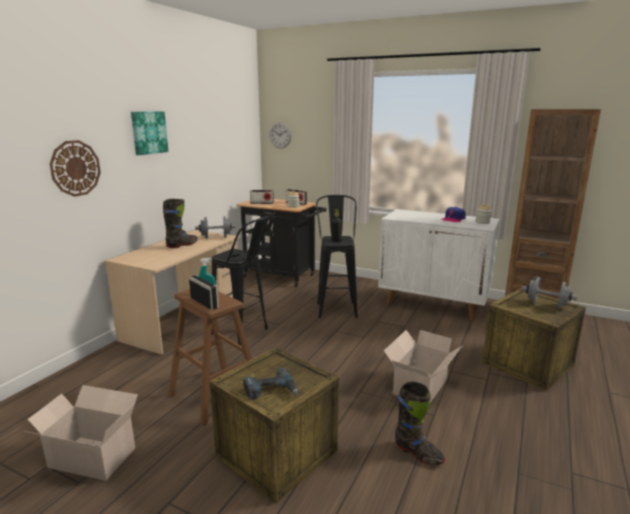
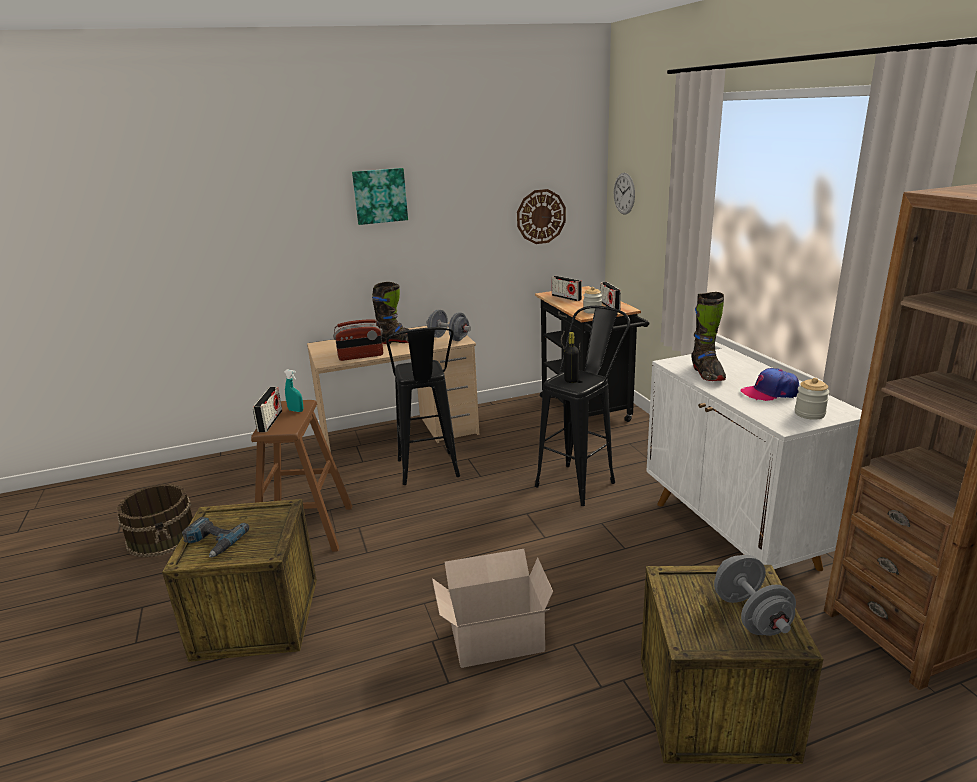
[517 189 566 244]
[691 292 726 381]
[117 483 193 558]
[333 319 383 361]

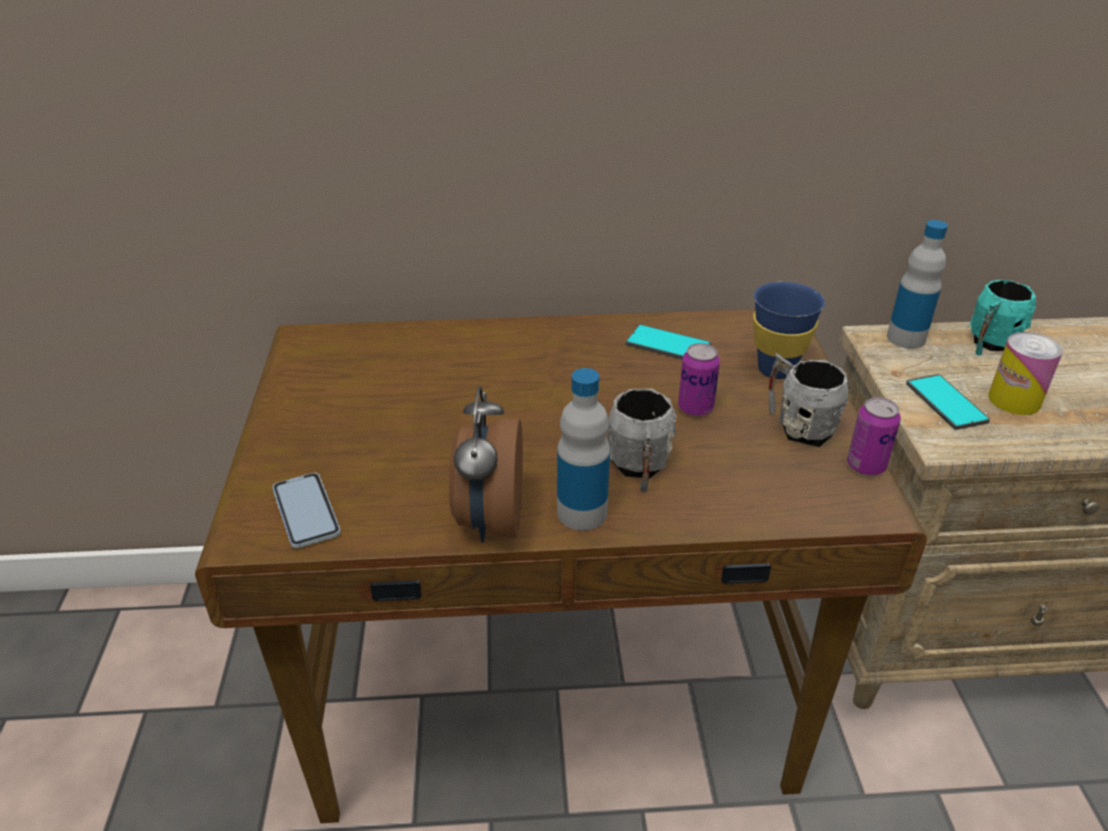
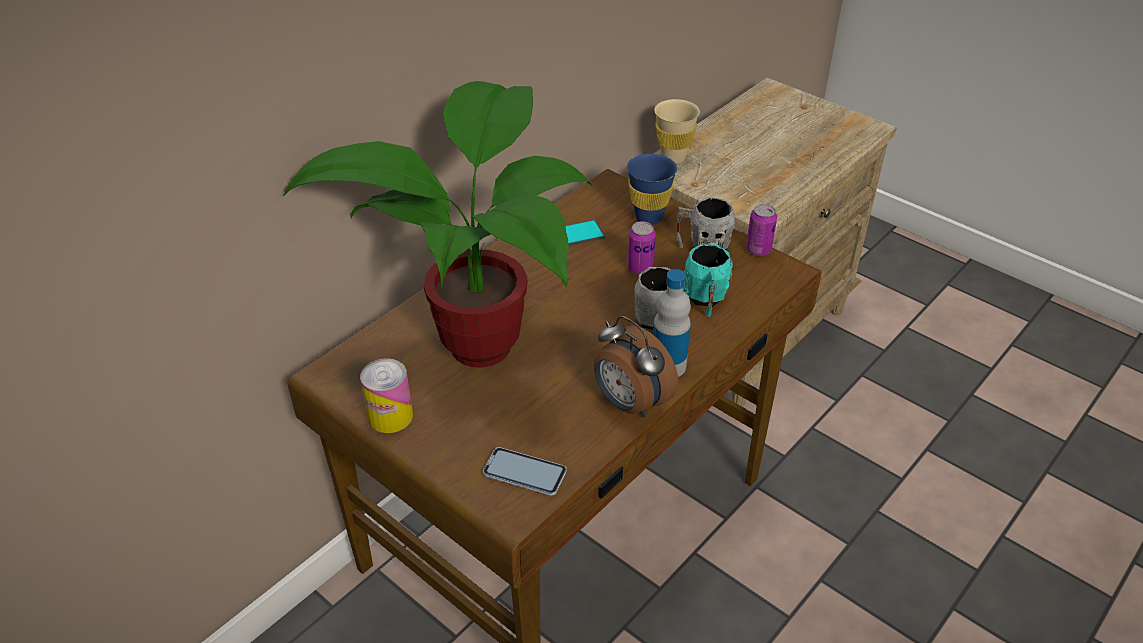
[654 99 700 164]
[684 244 733 317]
[360 358 413 433]
[906 374 990 430] (first image)
[283 81 592 368]

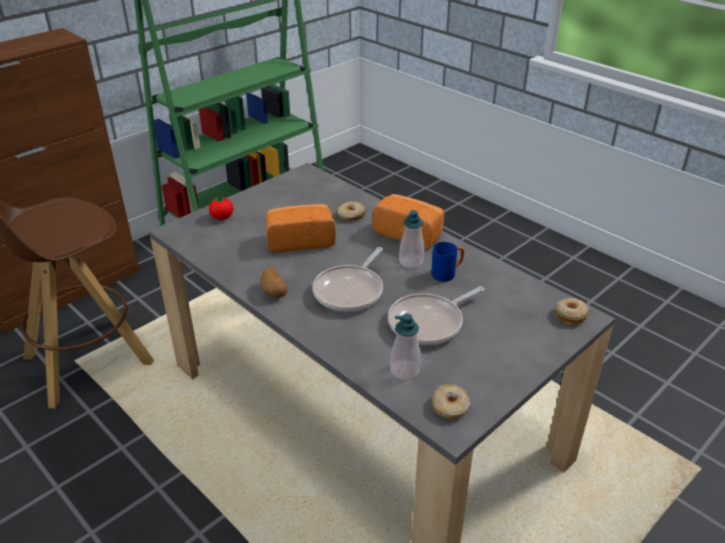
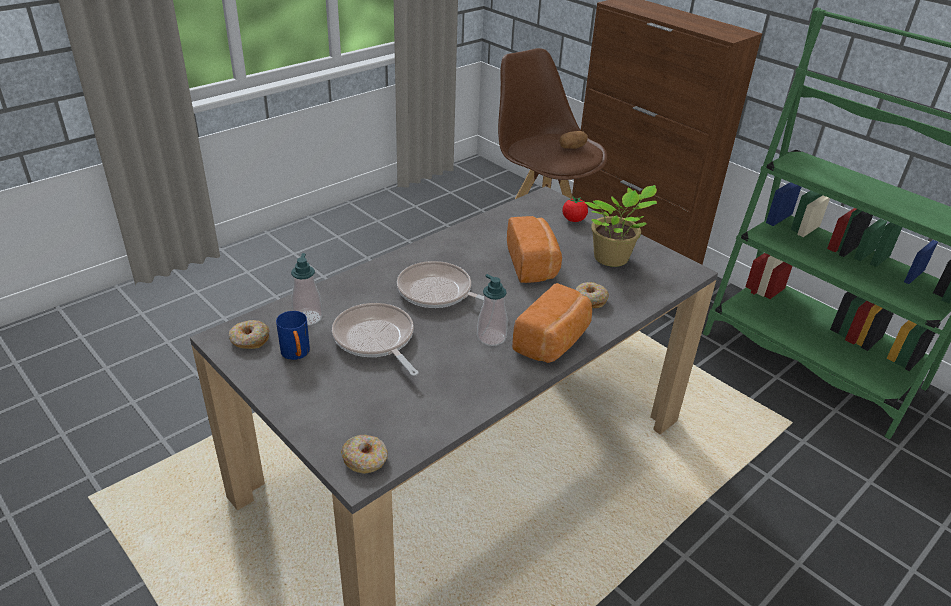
[276 311 310 360]
[560 131 588 149]
[584 185 657 267]

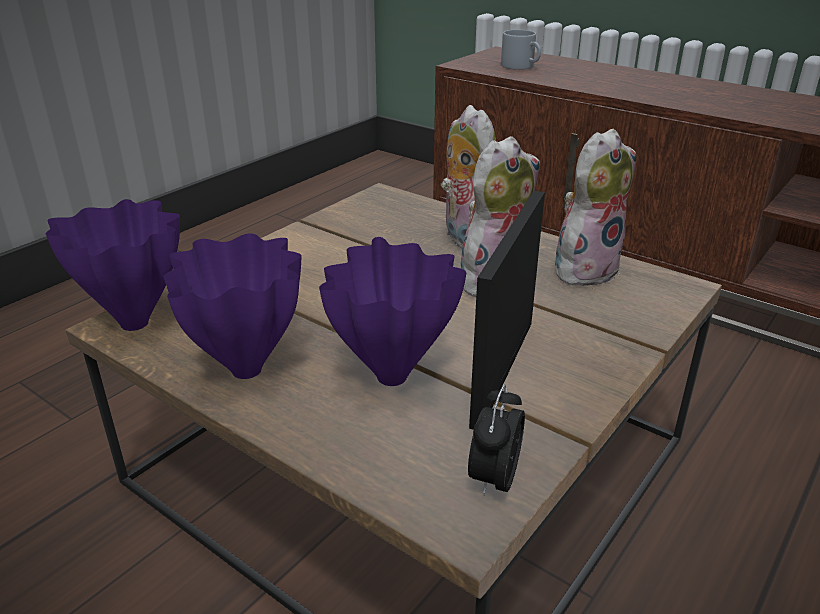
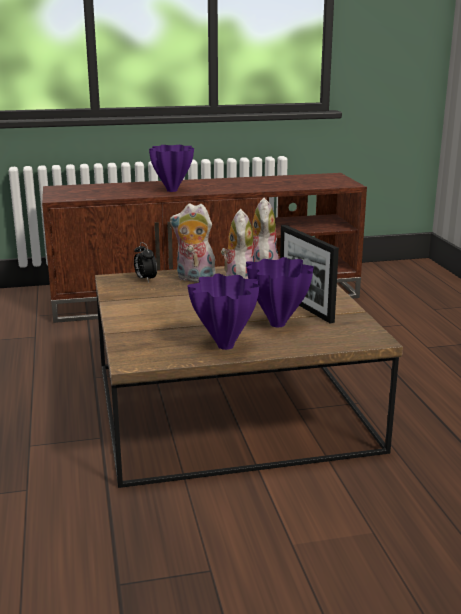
[501 30 541 70] (first image)
[149 145 194 192]
[134 242 157 283]

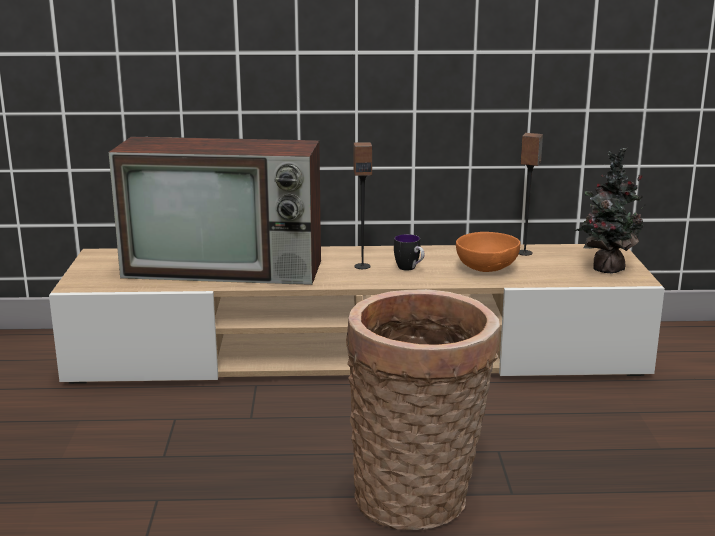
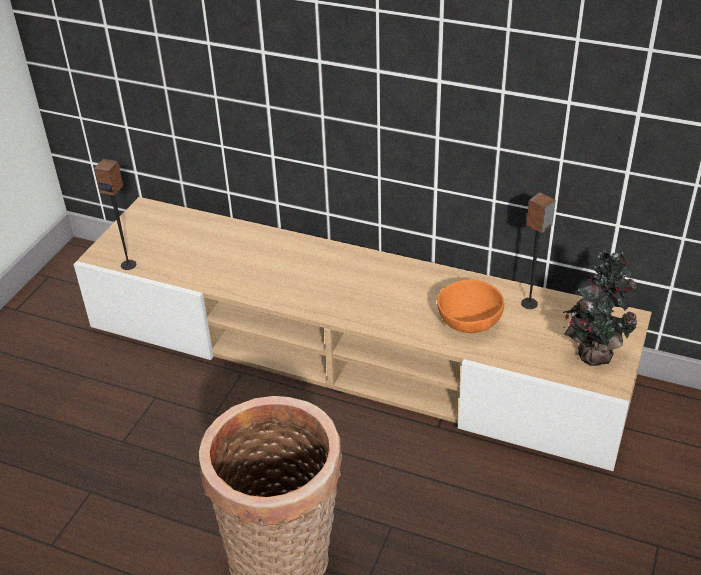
[109 137 321 285] (first image)
[94 159 136 270]
[394 234 425 271] (first image)

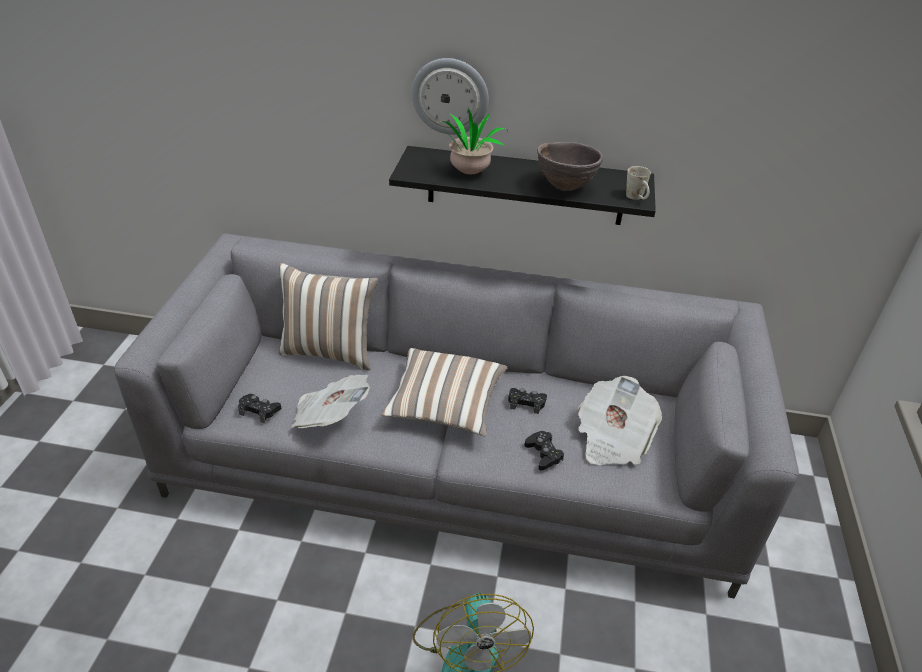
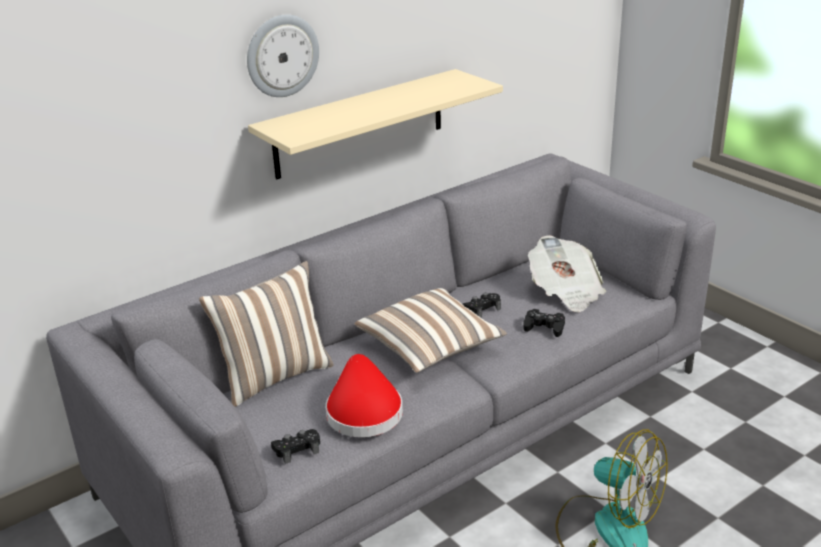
[436 108 508 174] (first image)
[537 142 603 191] (first image)
[248 69 503 179]
[626 166 651 200] (first image)
[326 354 403 437]

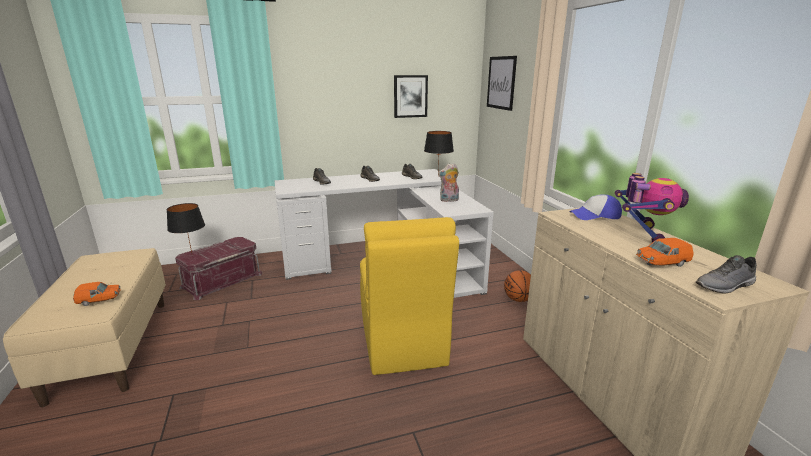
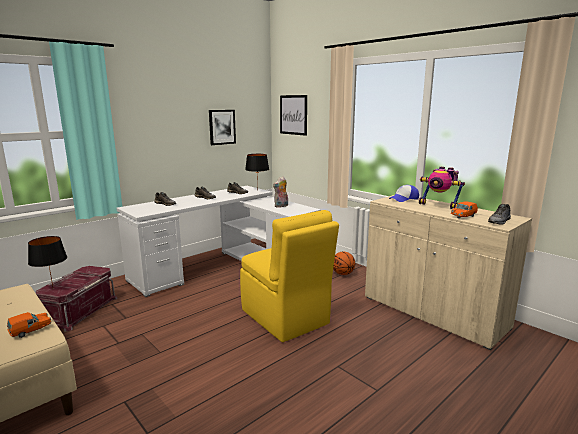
[419 167 465 209]

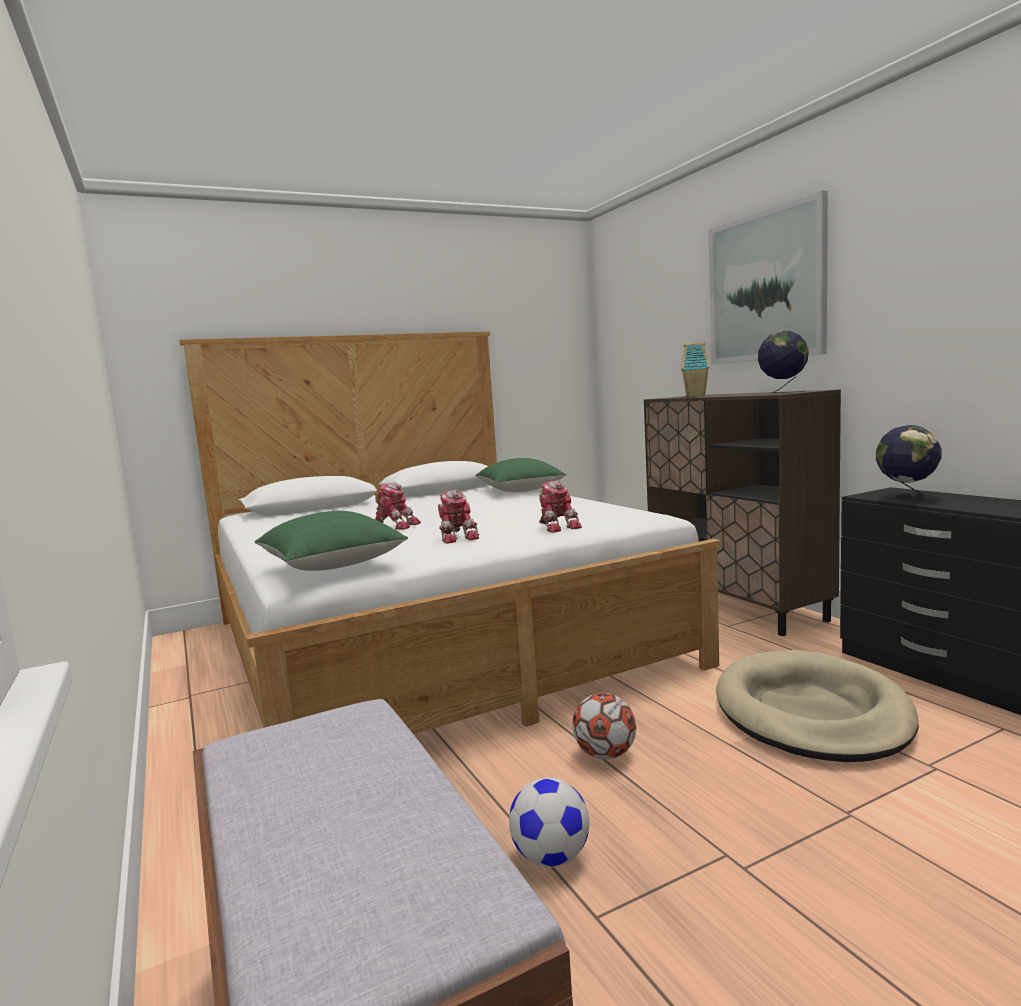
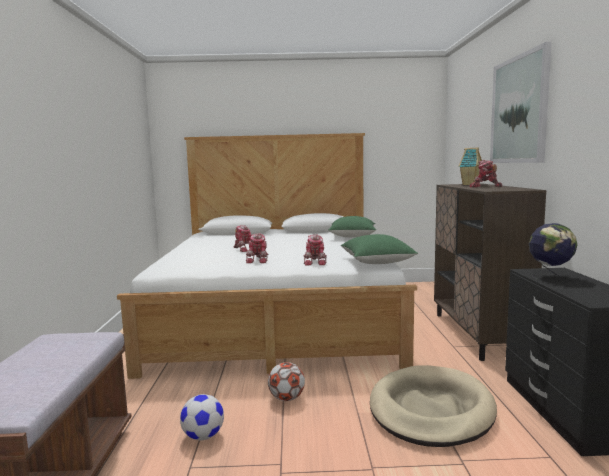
[758 331 809 393] (first image)
[341 234 418 264]
[469 160 502 187]

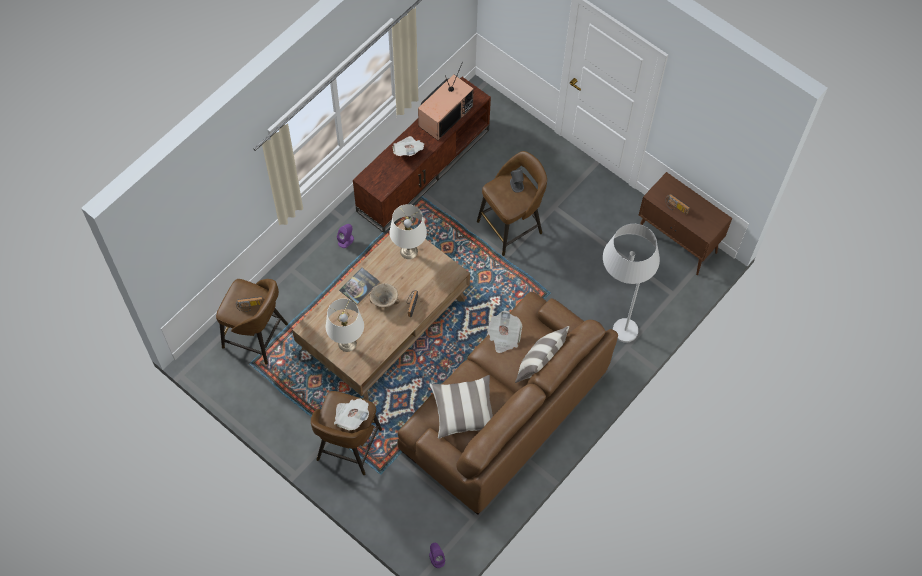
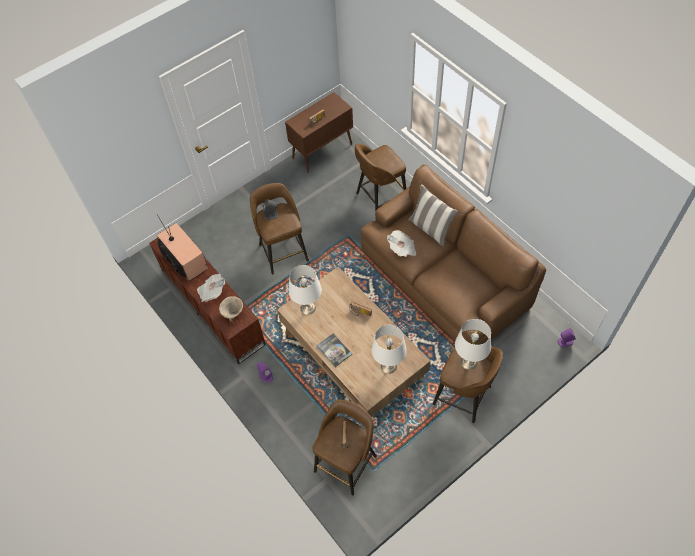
[355 144 406 212]
[219 296 243 322]
[430 375 493 439] (first image)
[455 319 491 370]

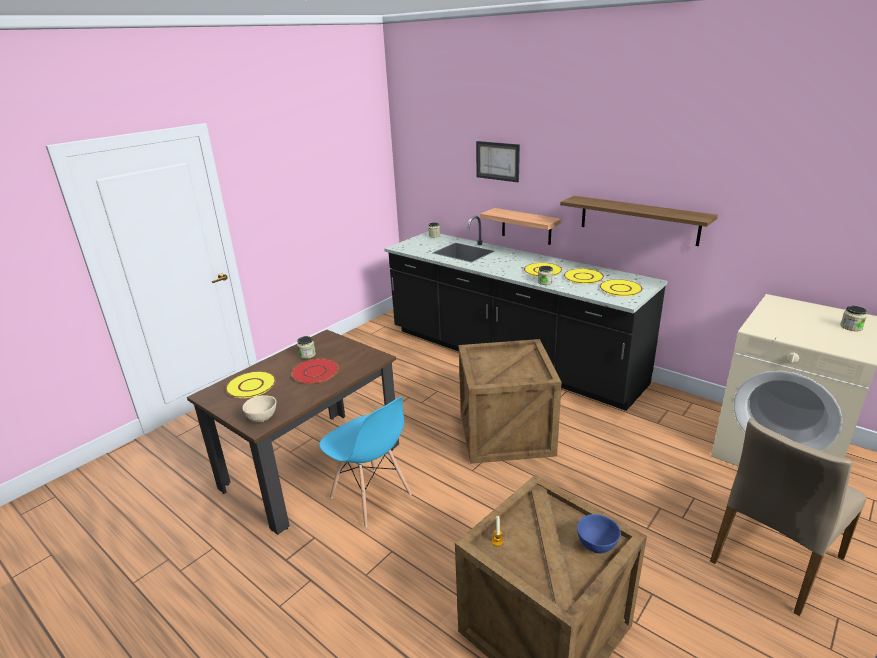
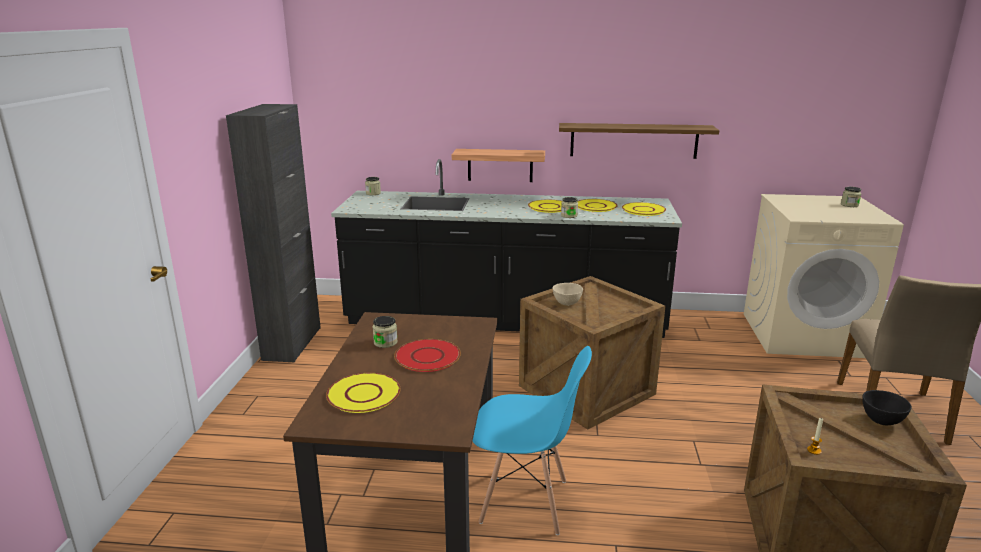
[476 141 520 182] (first image)
[553 283 583 306]
[862 390 912 425]
[226 104 321 362]

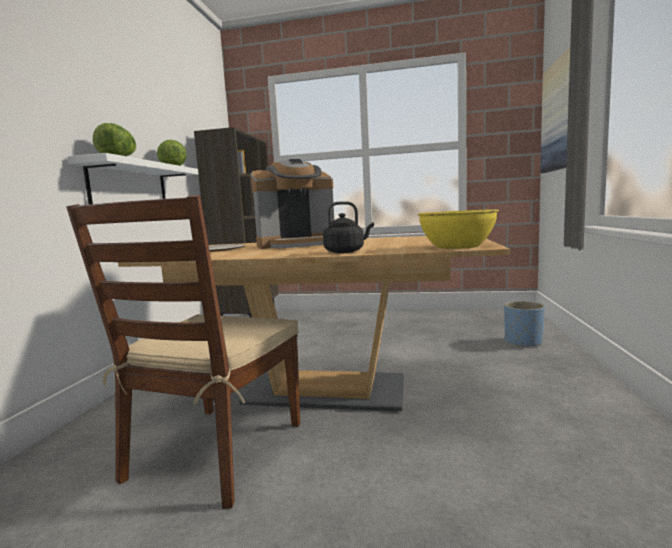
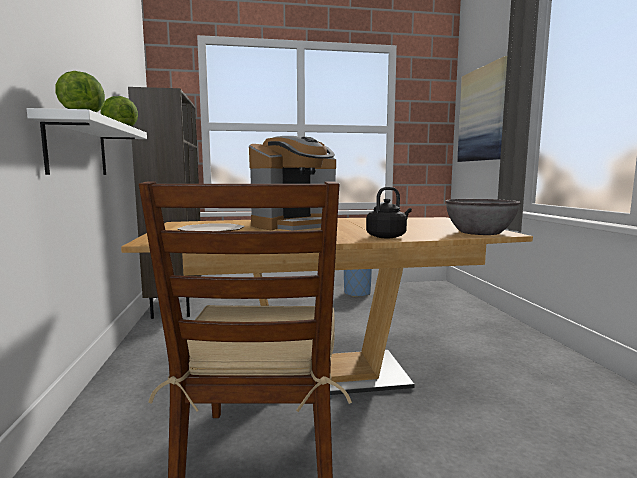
[445 199 521 235]
[344 269 372 297]

